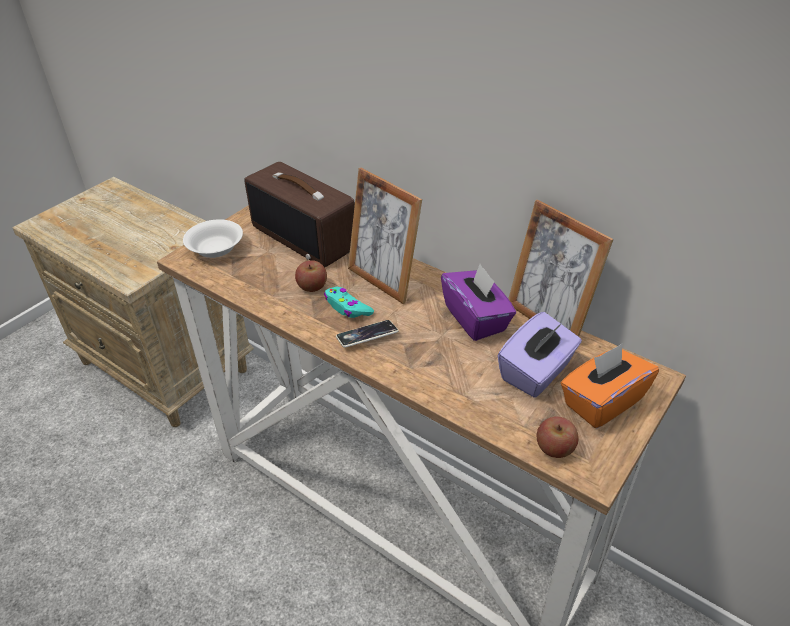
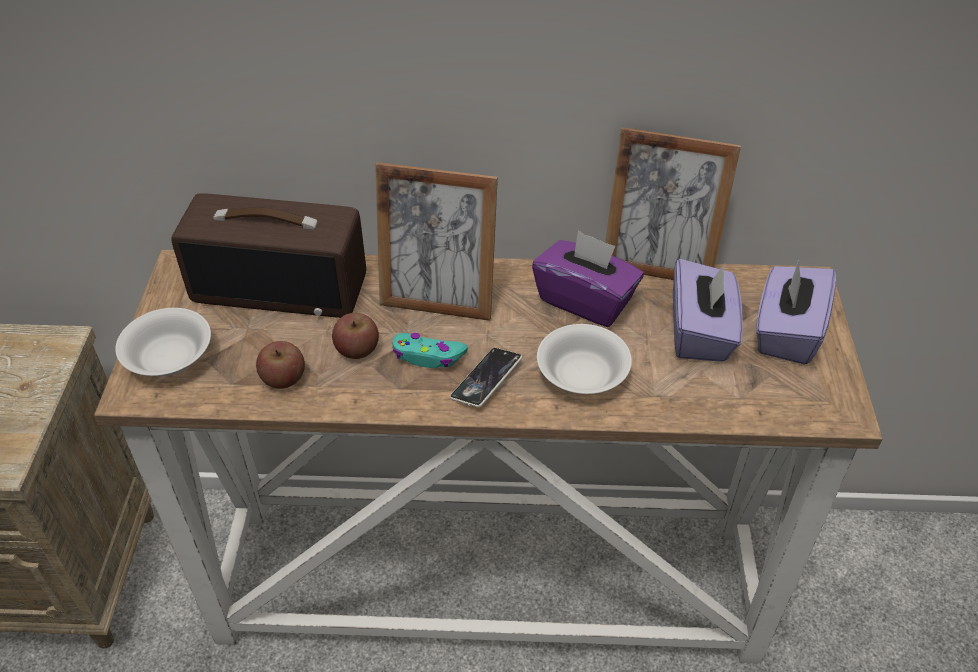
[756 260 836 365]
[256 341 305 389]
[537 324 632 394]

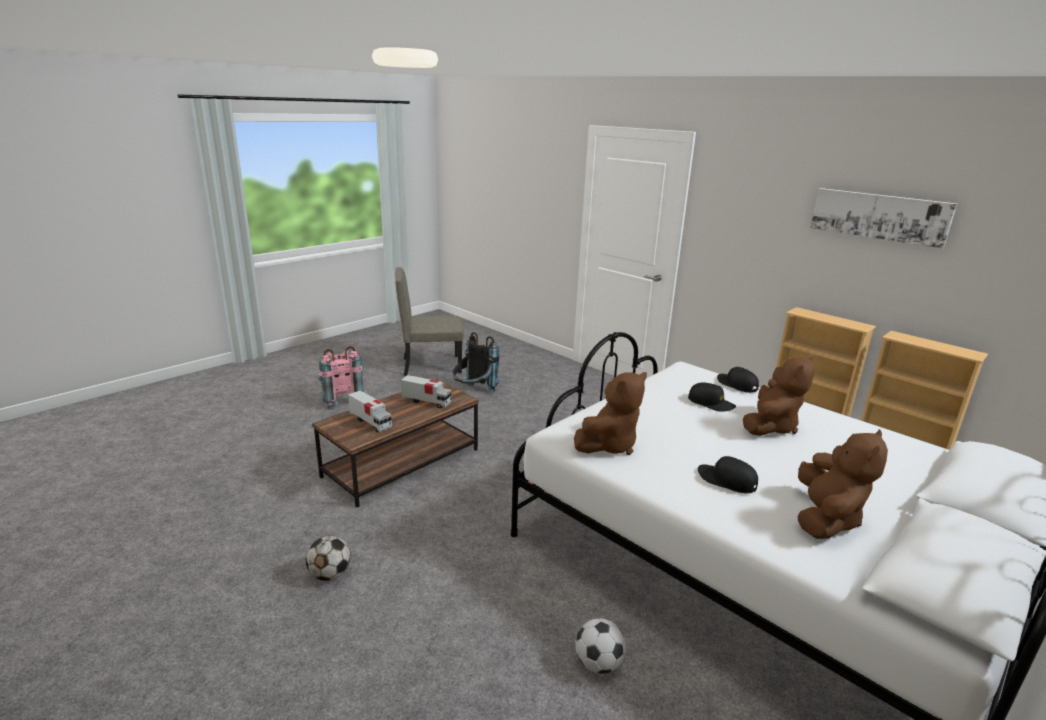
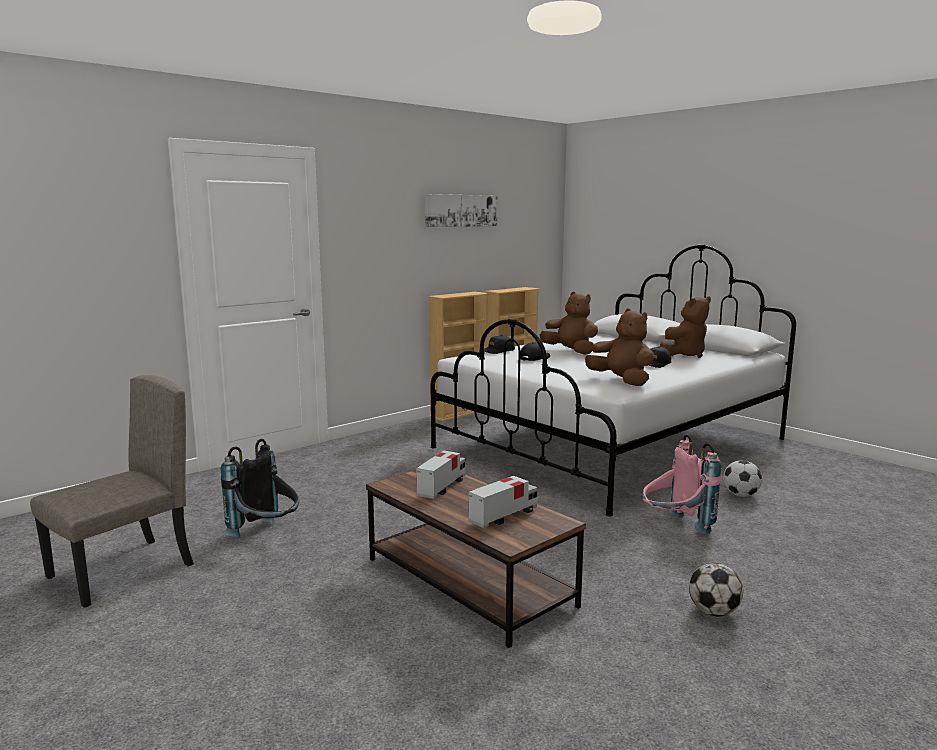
[30 375 194 608]
[642 434 721 534]
[660 296 711 358]

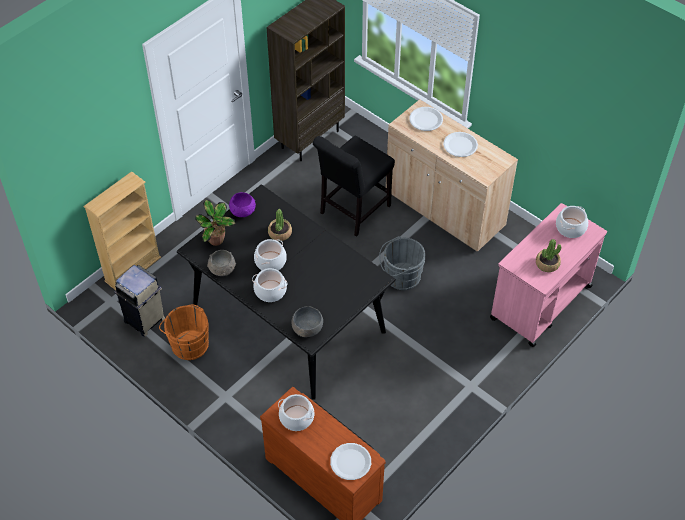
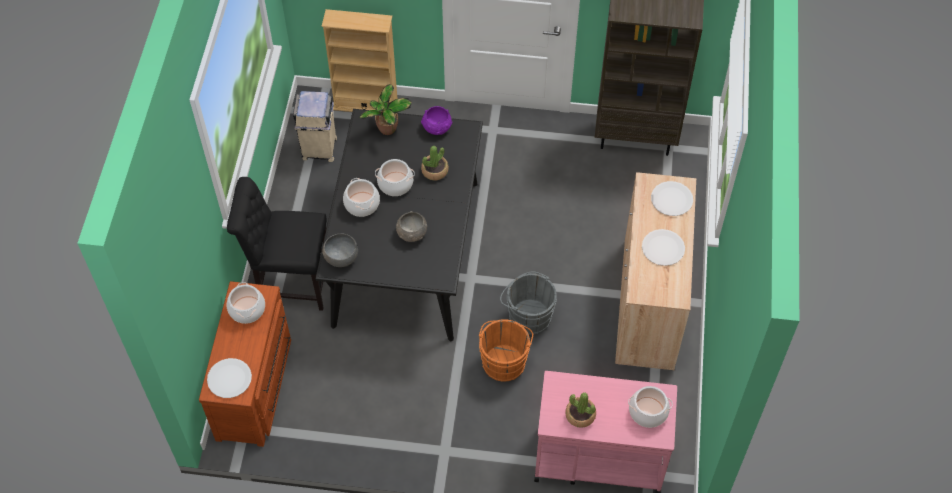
[227 177 326 311]
[396 211 427 242]
[479 319 533 382]

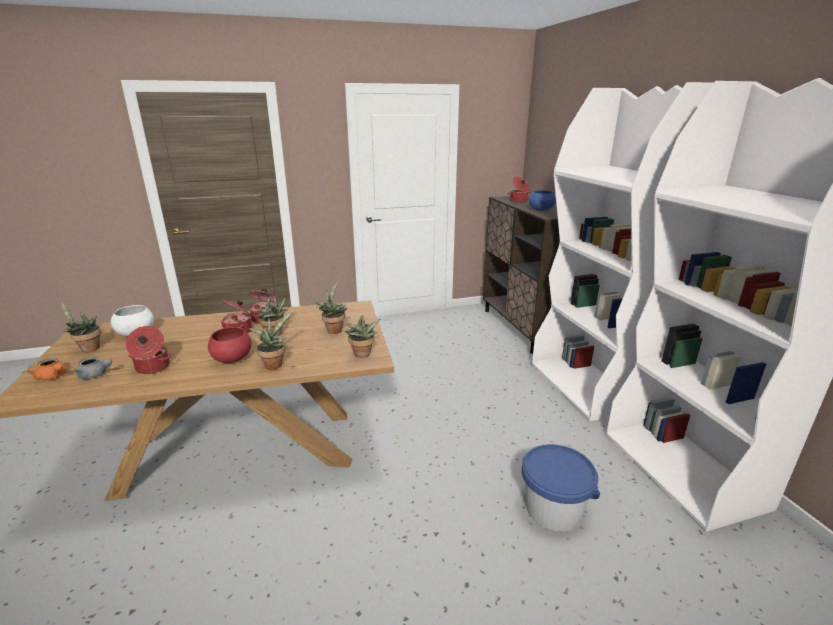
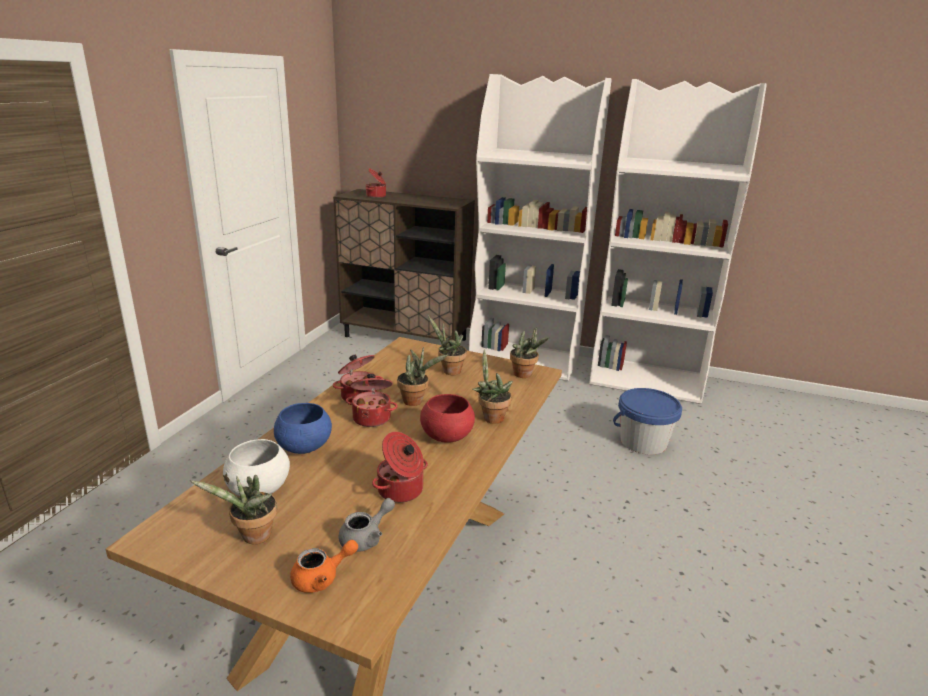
[274 403 332 454]

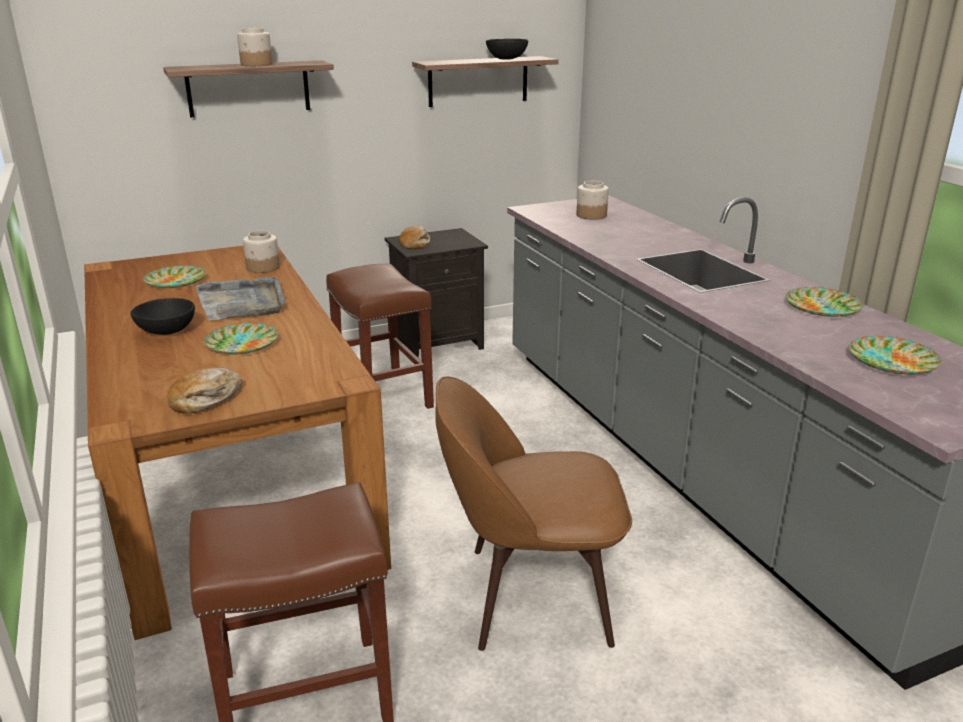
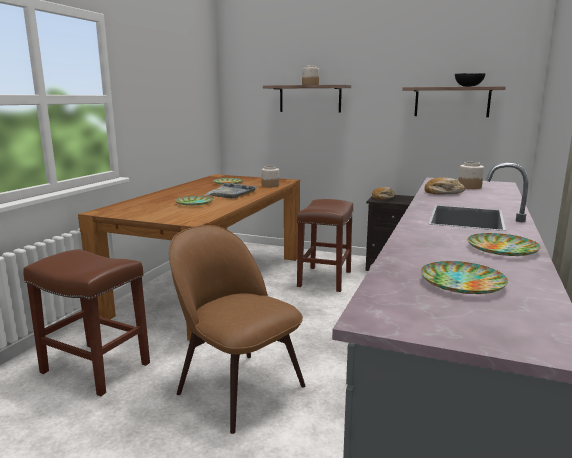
[131 298 195 335] (first image)
[424 178 465 194]

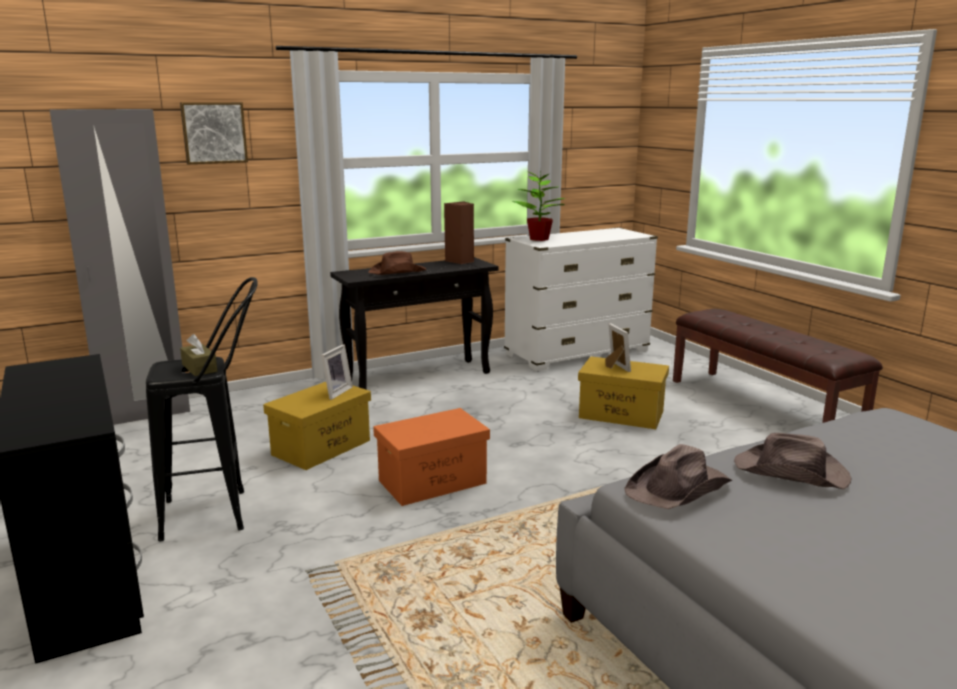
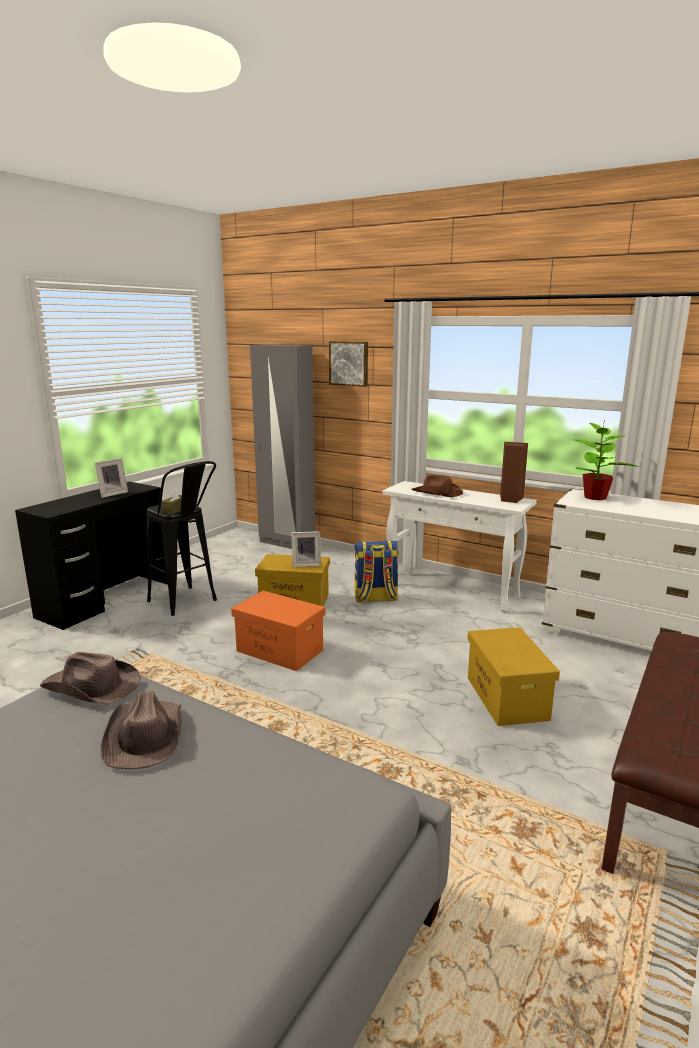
[382 481 537 613]
[95 458 128 498]
[354 541 399 603]

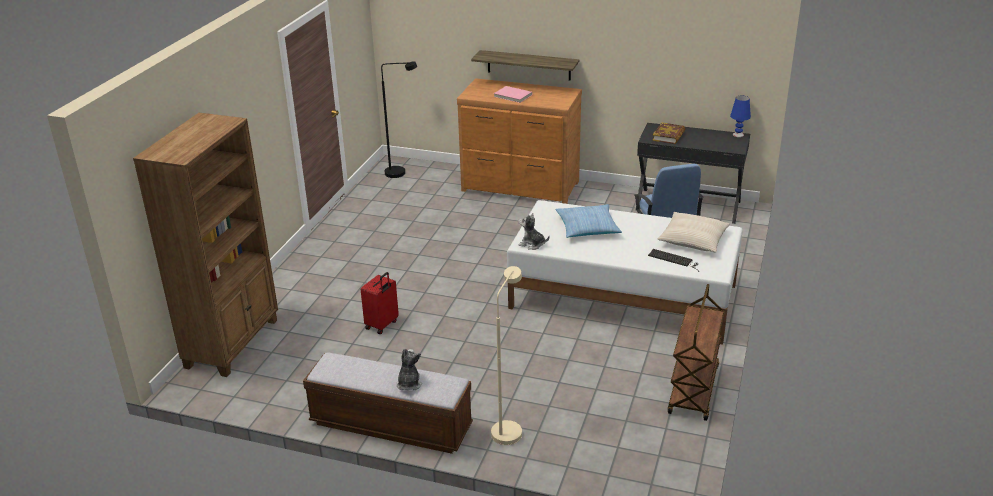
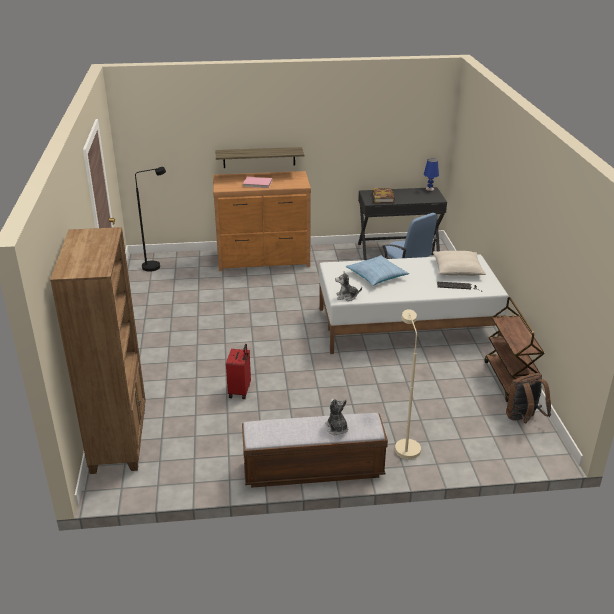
[506 373 551 423]

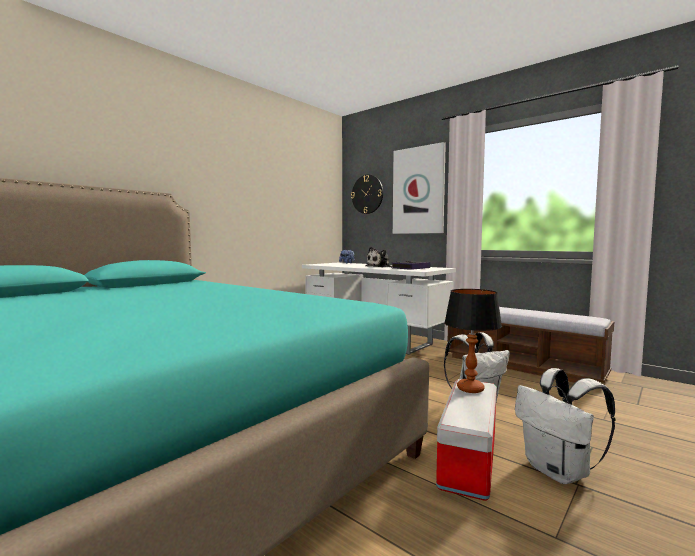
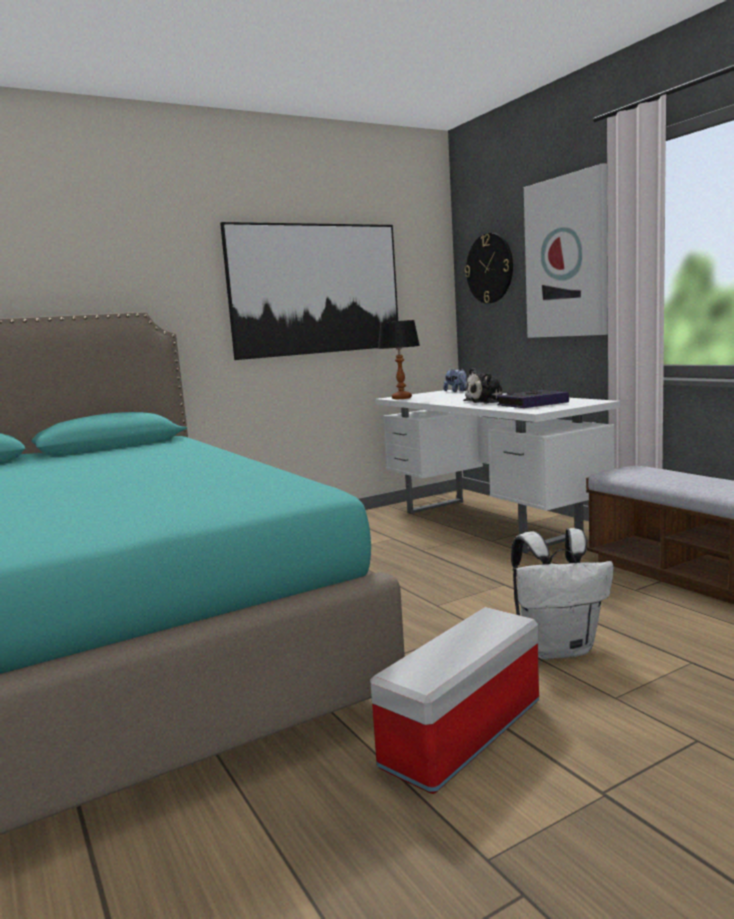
[378 320 420 399]
[515 368 615 484] (first image)
[220 222 398 360]

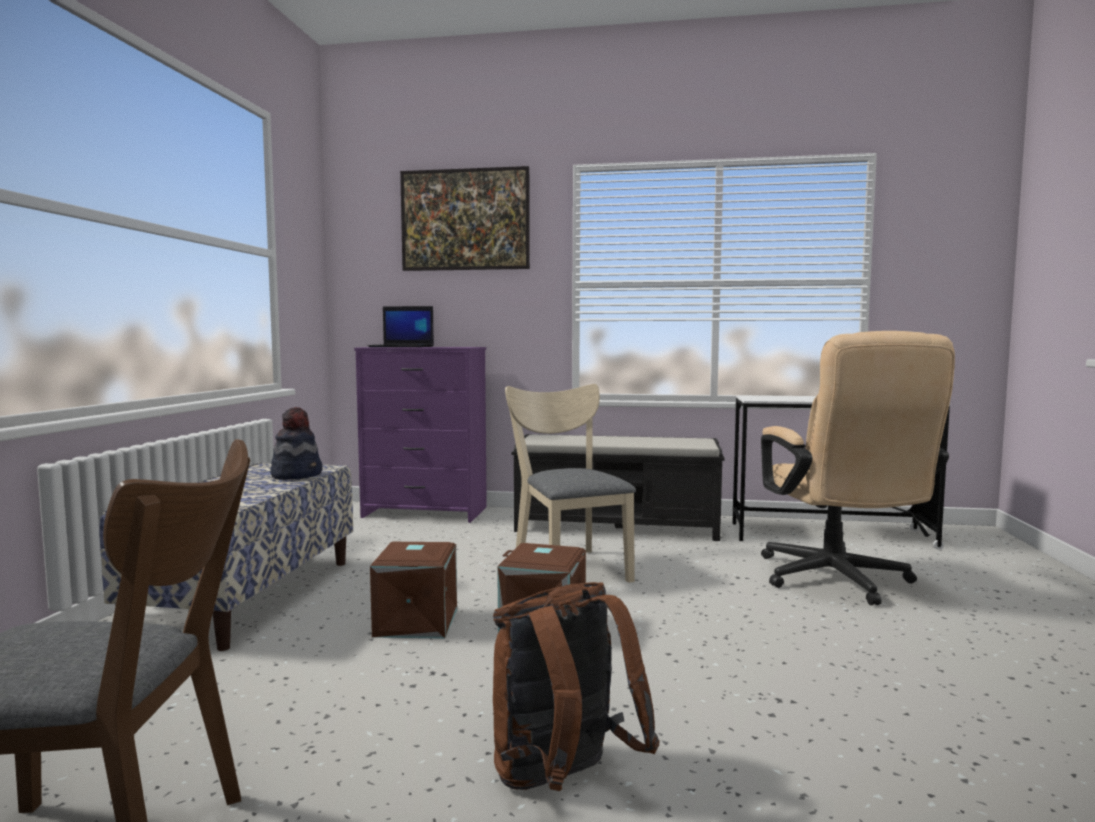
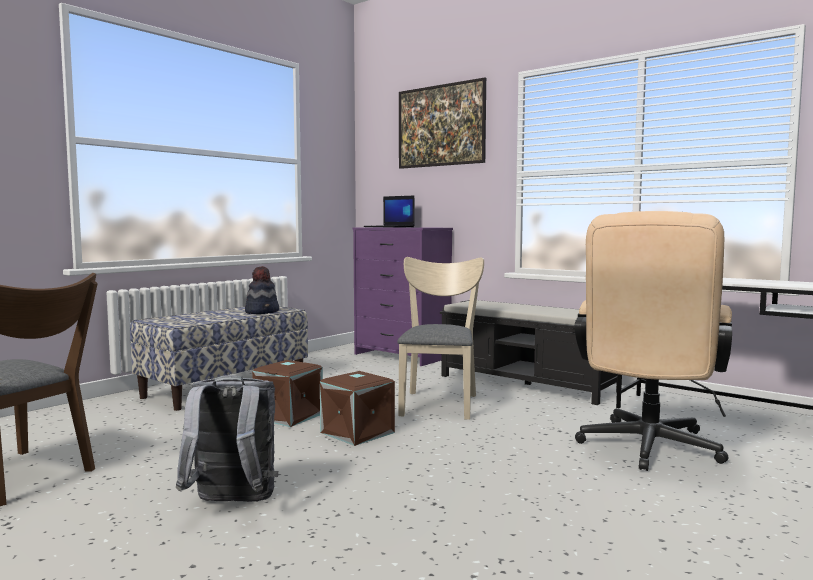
[176 375 278 502]

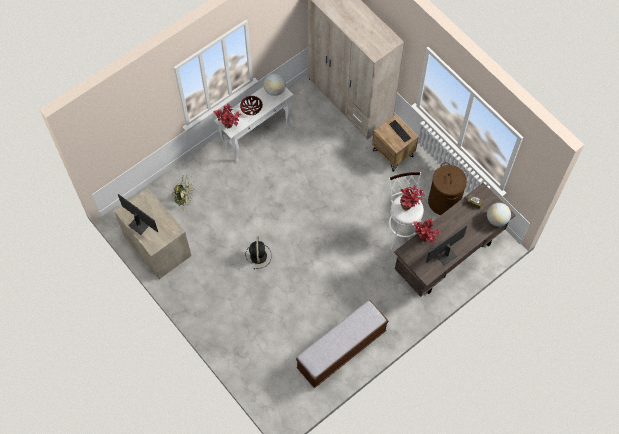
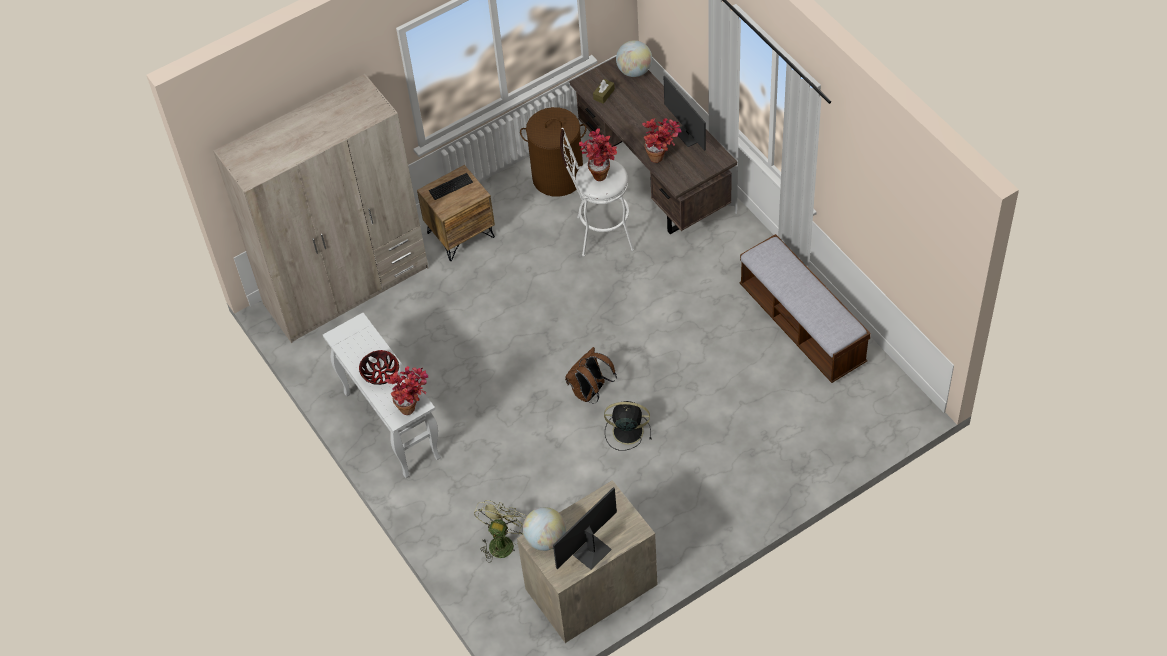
[523 507 566 551]
[565 347 617 402]

